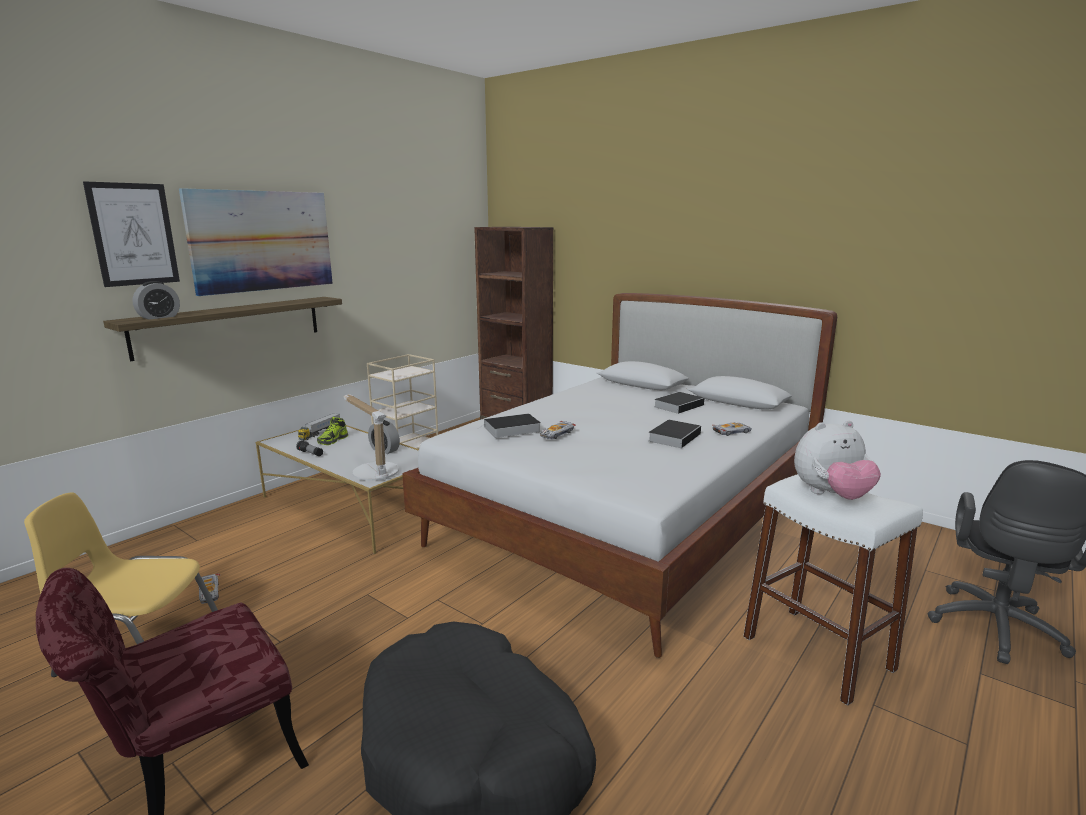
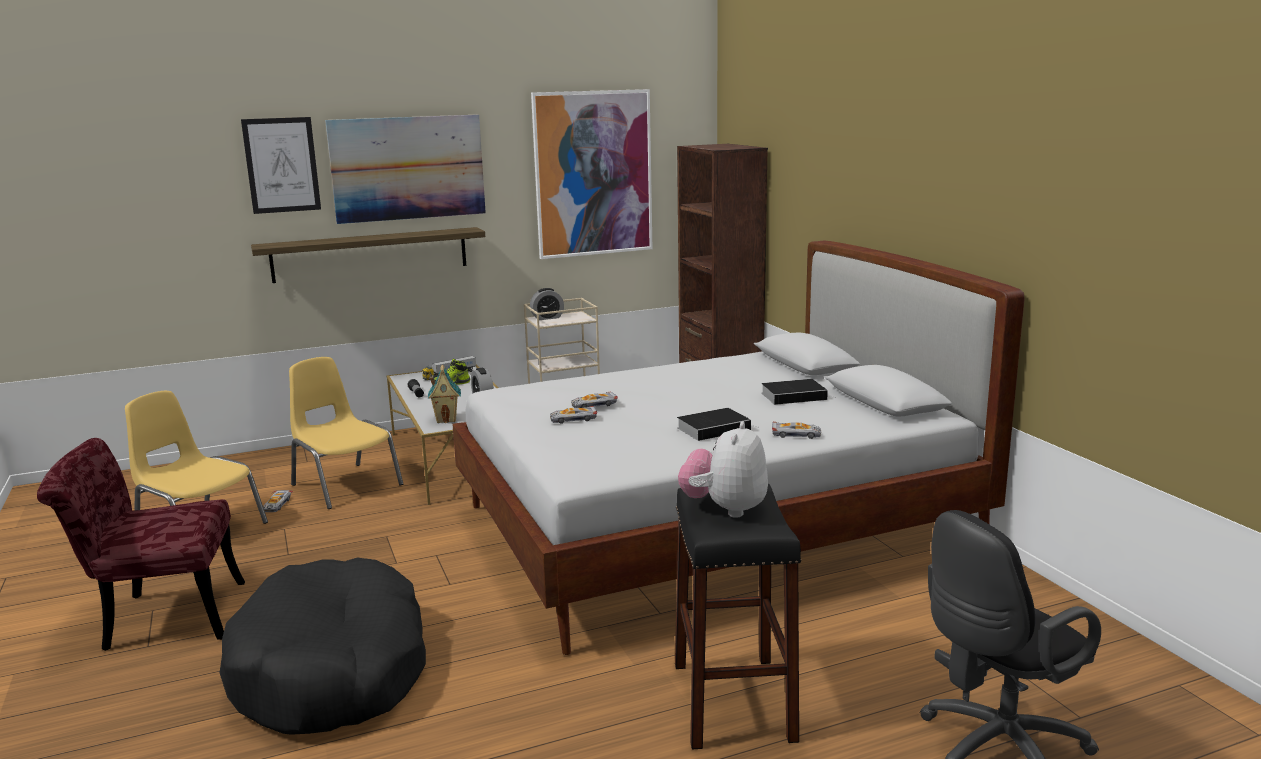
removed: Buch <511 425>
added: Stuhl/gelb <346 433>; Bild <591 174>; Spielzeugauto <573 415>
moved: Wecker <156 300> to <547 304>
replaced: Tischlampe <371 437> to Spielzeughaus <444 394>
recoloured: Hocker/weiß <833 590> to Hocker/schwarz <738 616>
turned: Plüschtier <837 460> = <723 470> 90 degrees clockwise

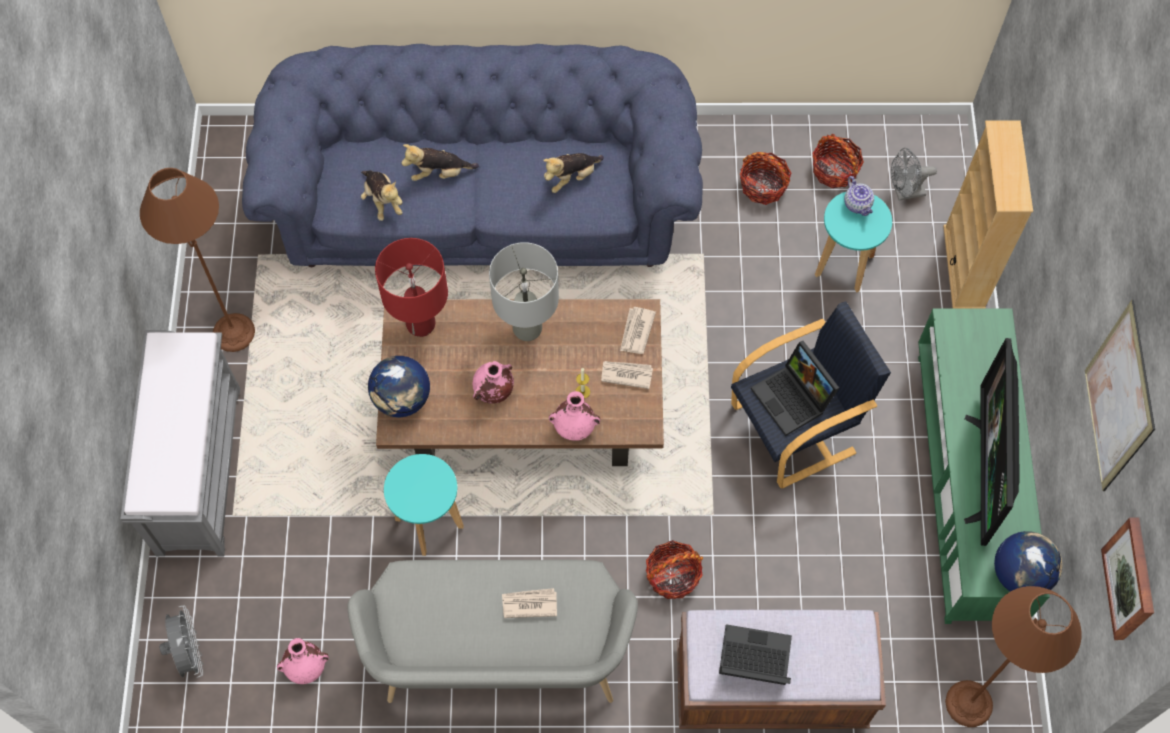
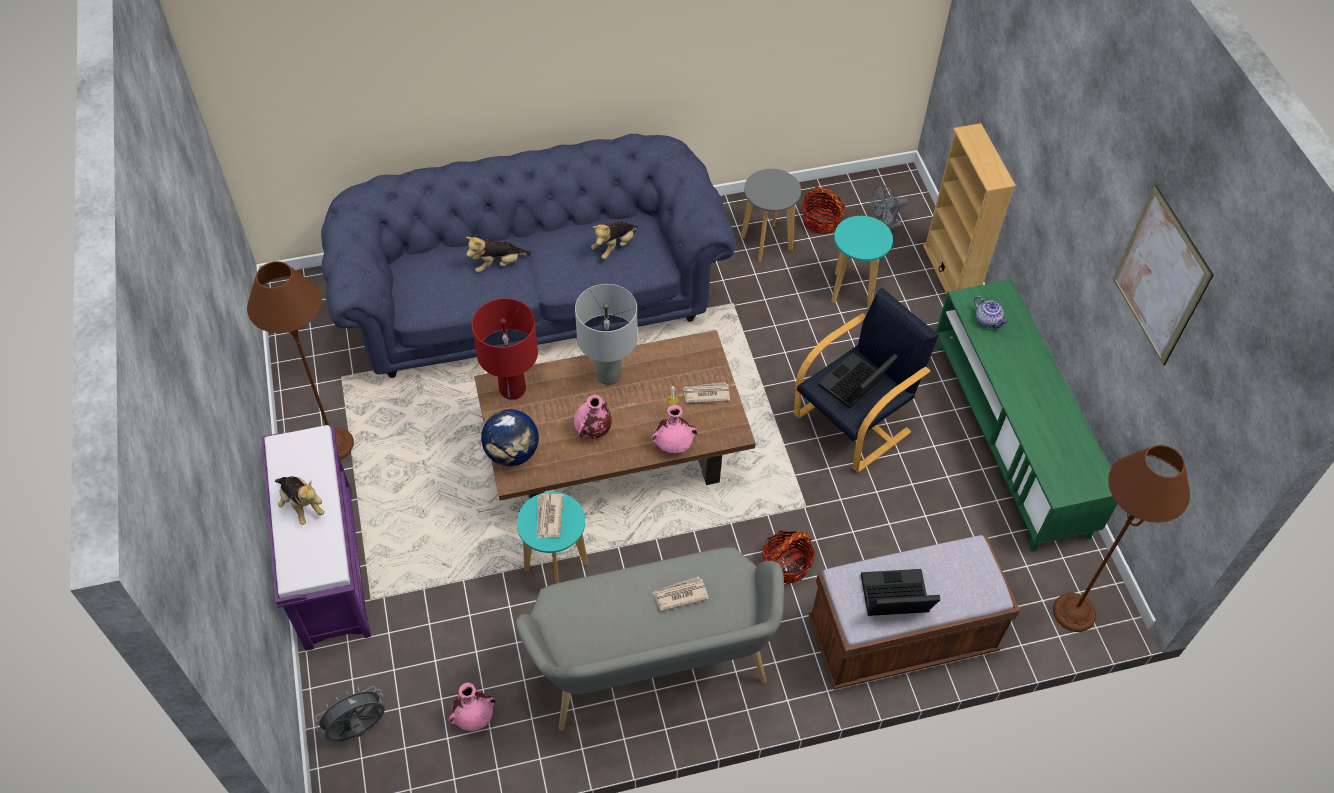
removed: Fernseher <992 442>; Globus <1028 561>; Bild <1127 578>
moved: Plüschtier <382 195> to <299 500>; Zeitung <638 330> to <550 516>; Teekanne <859 196> to <991 312>
replaced: Korb <766 178> to Hocker/grau <771 215>
recoloured: Bank/grau <180 443> to Bank/lila <316 538>
turned: Ventilator/grau <181 641> = <349 714> 90 degrees counterclockwise; Laptop <795 388> = <858 380> 90 degrees clockwise

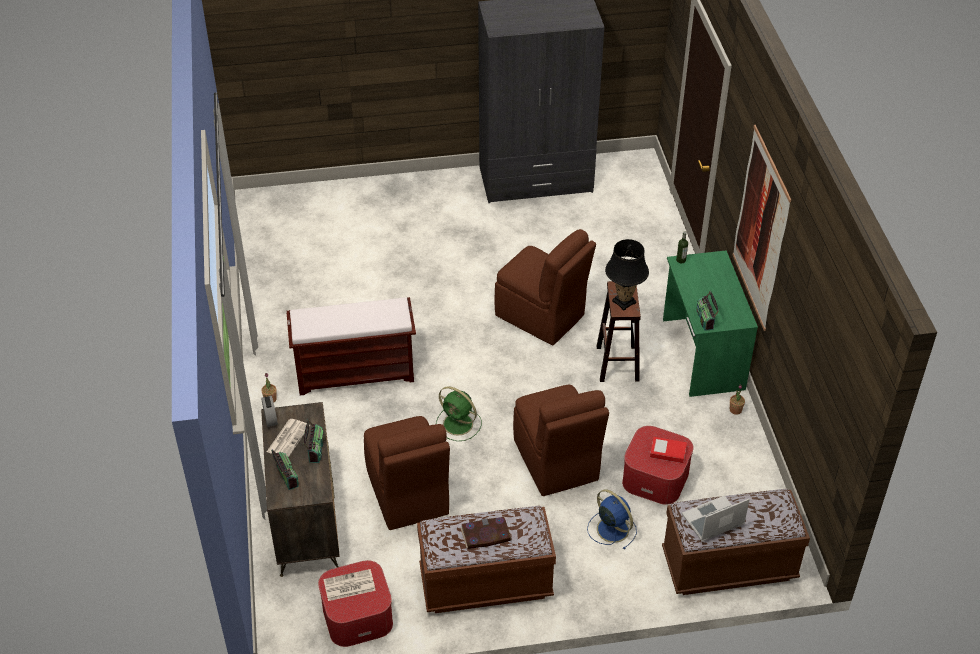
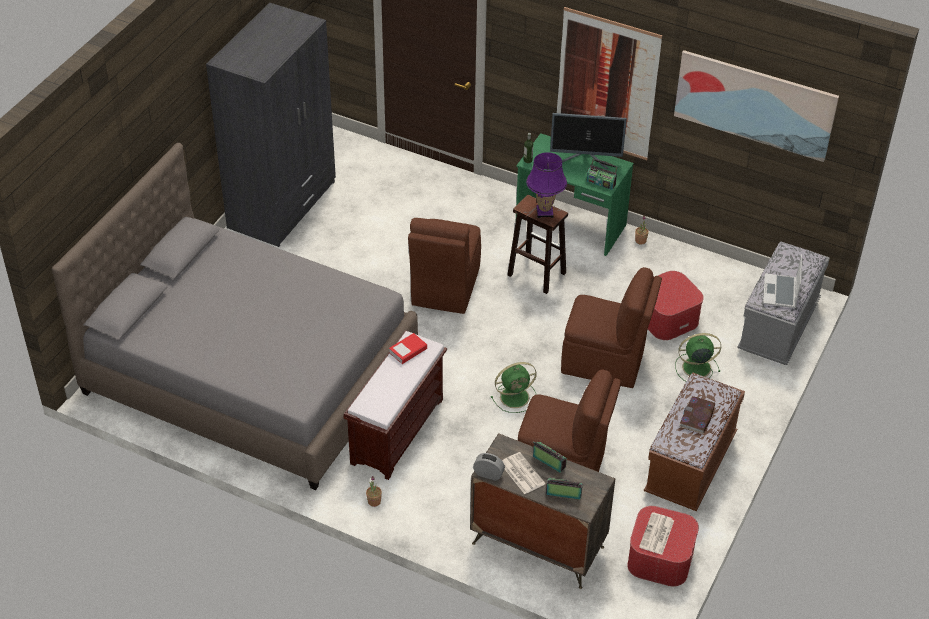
added: Bett/grau <235 316>; Monitor <588 141>; Bild <756 106>
moved: Buch <668 450> to <408 348>
recoloured: Ventilator/blau <612 519> to Ventilator/grün <698 357>; Tischlampe/schwarz <627 275> to Tischlampe/lila <546 185>; Bank/braun <736 542> to Bank/grau <783 303>
turned: Stuhl/braun <545 287> = <444 266> 120 degrees clockwise

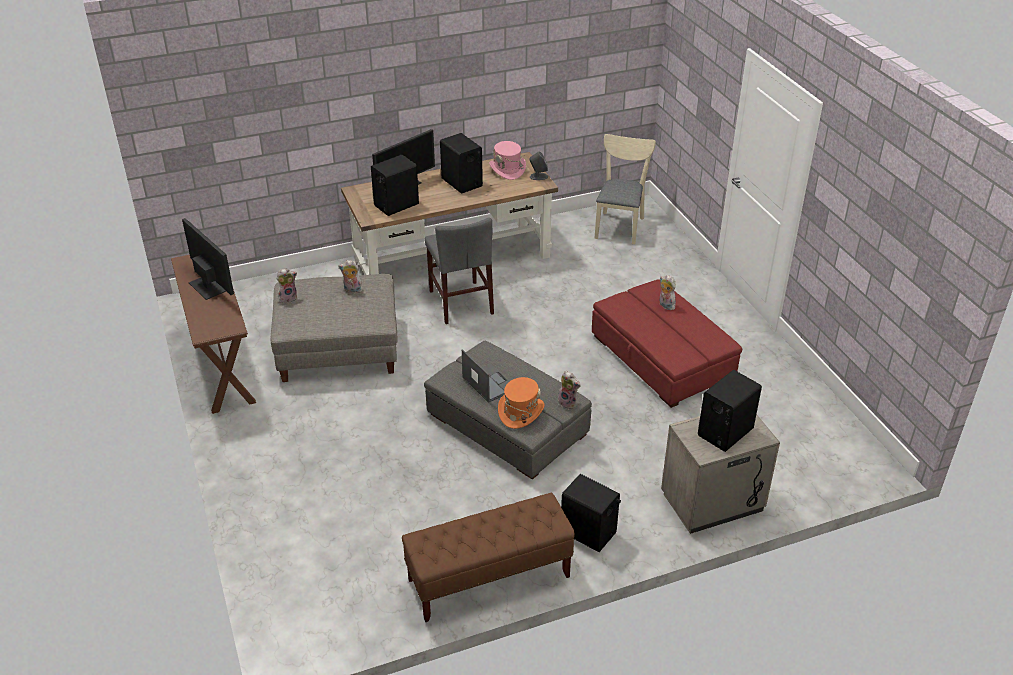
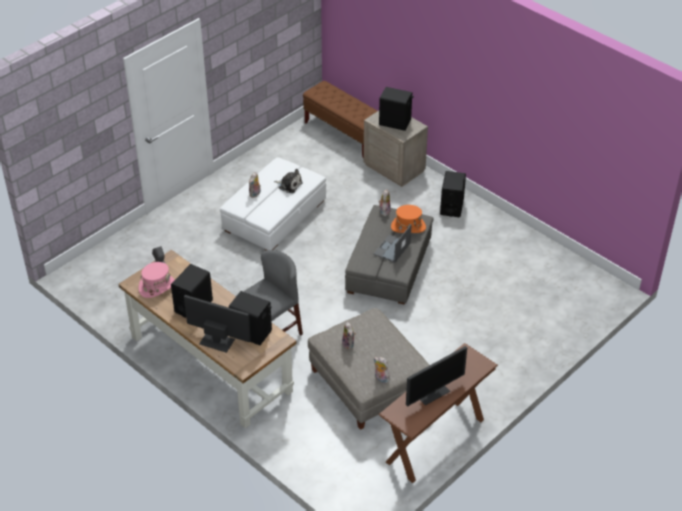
removed: Stuhl/beige <625 189>
added: Plüschtier <288 181>
moved: Bank/braun <488 557> to <340 119>
recoloured: Polsterhocker/rot <667 343> to Polsterhocker/weiß <273 204>
turned: Monitor <208 259> = <436 376> 150 degrees counterclockwise

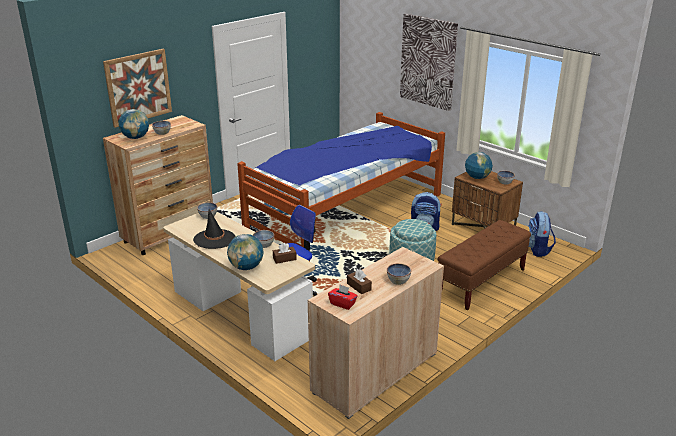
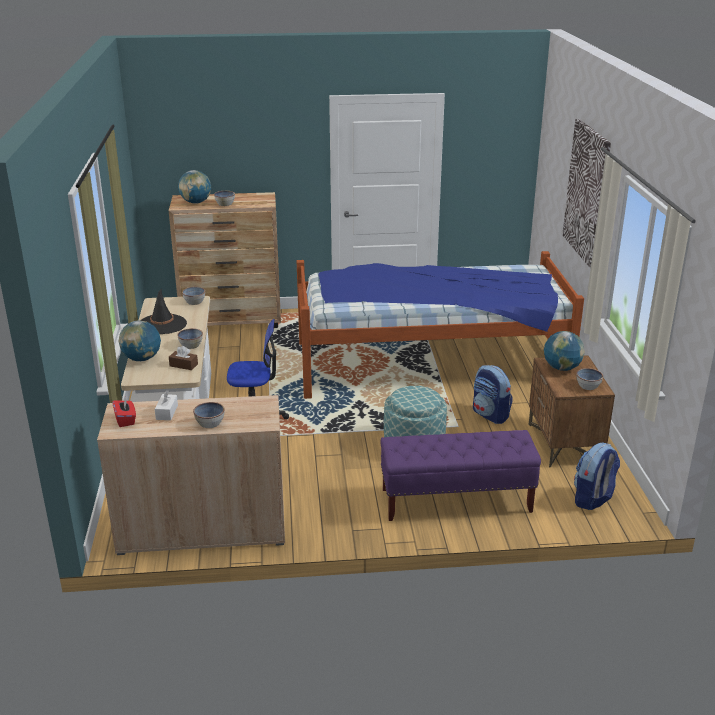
removed: Bild <137 88>
recoloured: Taschentuchbox/braun <359 281> to Taschentuchbox/weiß <166 405>; Bank/braun <484 265> to Bank/lila <460 475>

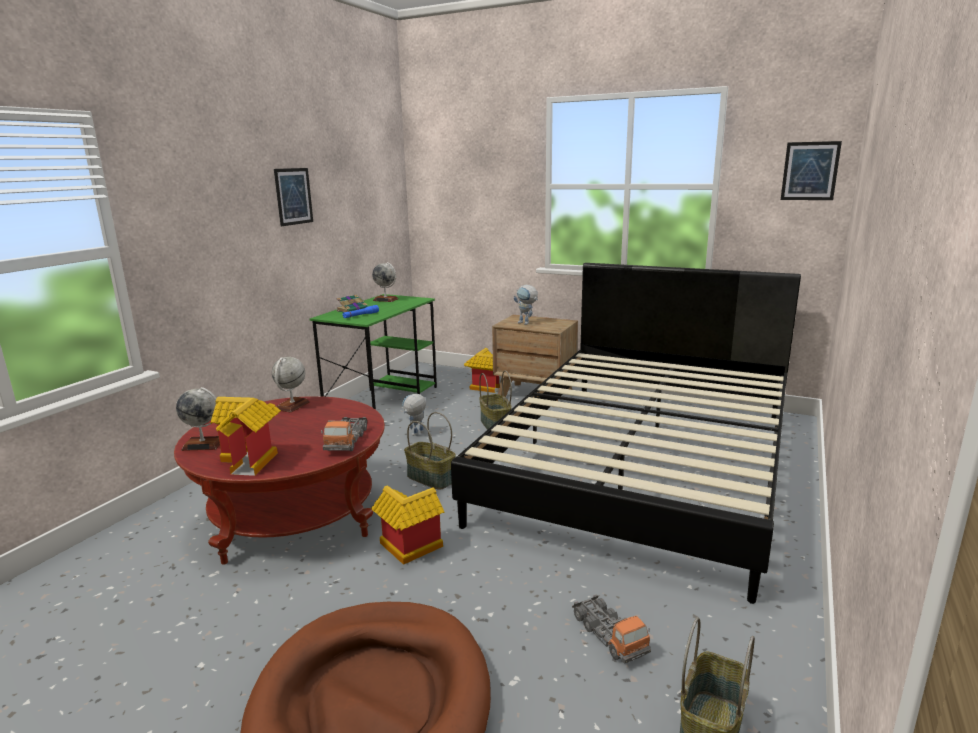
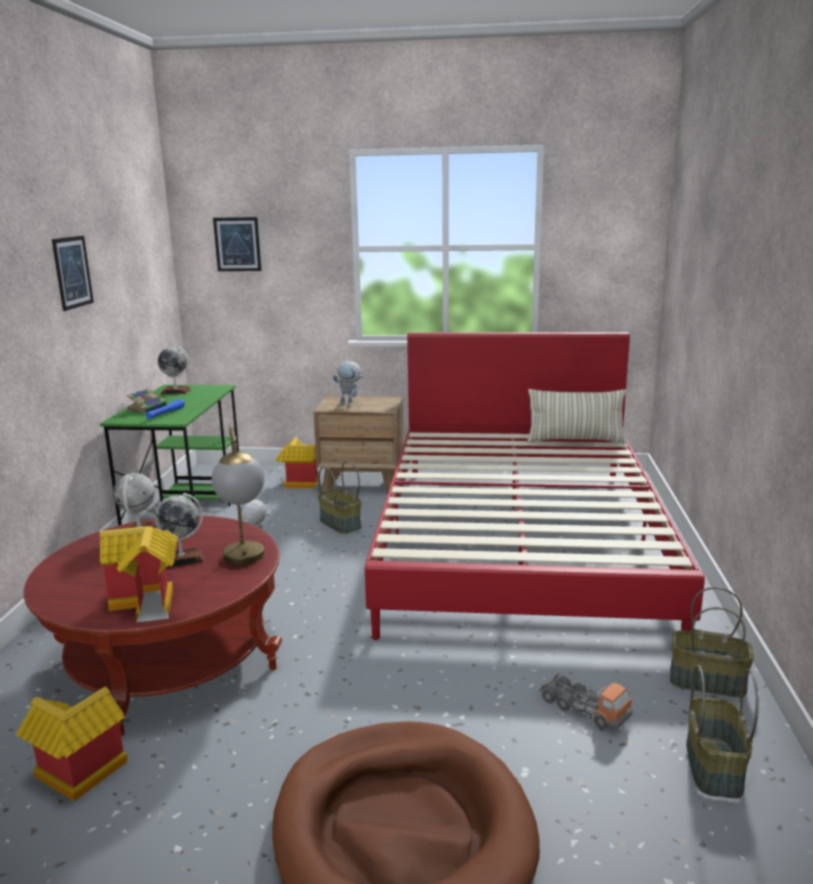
added: Kissen <577 416>
moved: Globus <198 419> to <179 531>; Spielzeughaus <407 525> to <71 744>; Korb <429 451> to <712 642>; Bild <811 170> to <237 244>
replaced: Spielzeuglaster <344 434> to Tischlampe <238 495>
recoloured: Bett/schwarz <626 433> to Bett/rot <535 486>

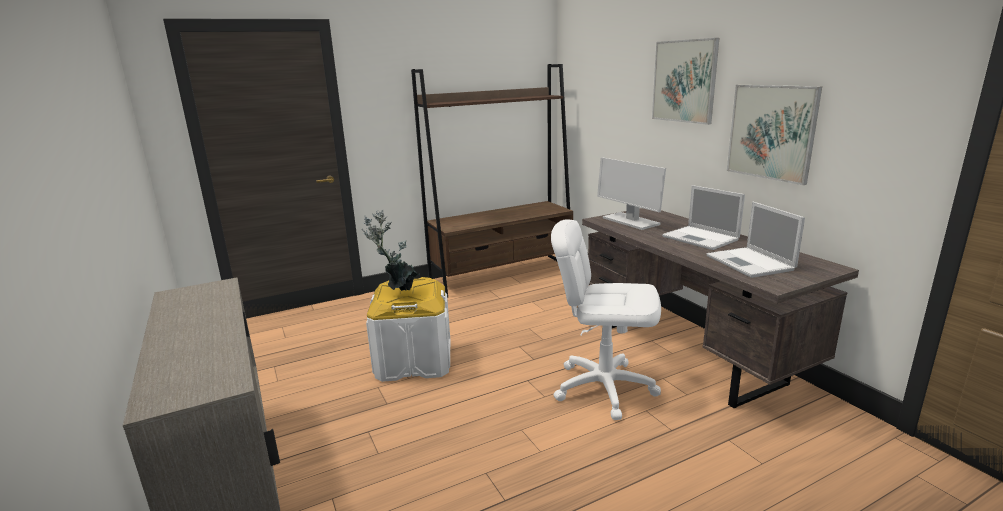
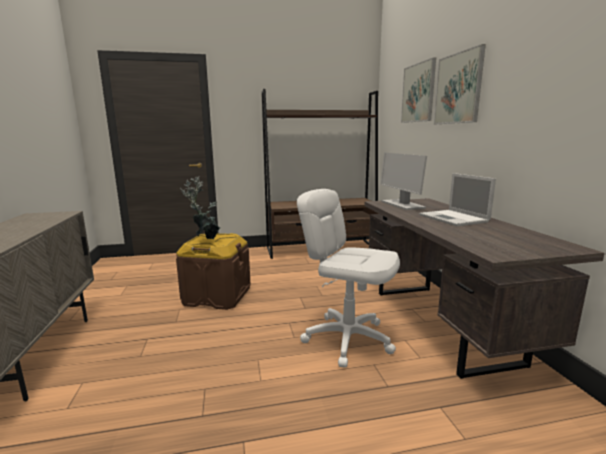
removed: Laptop <756 240>
moved: Bild <774 135> to <418 90>
recoloured: Aufbewahrungsbox/weiß <408 329> to Aufbewahrungsbox/braun <213 271>

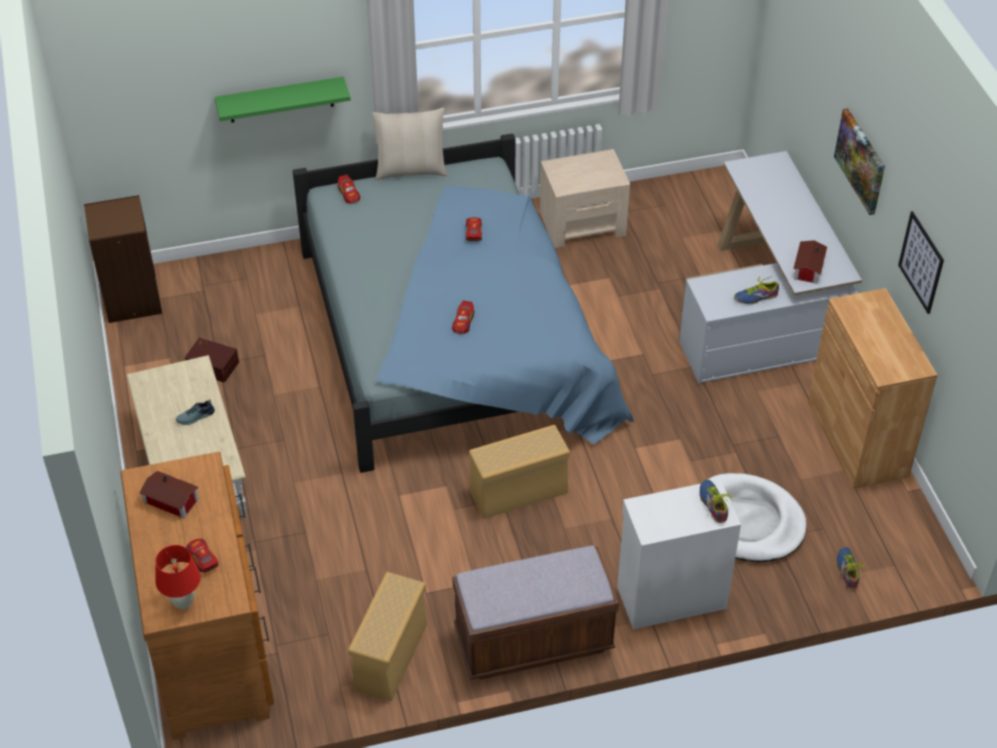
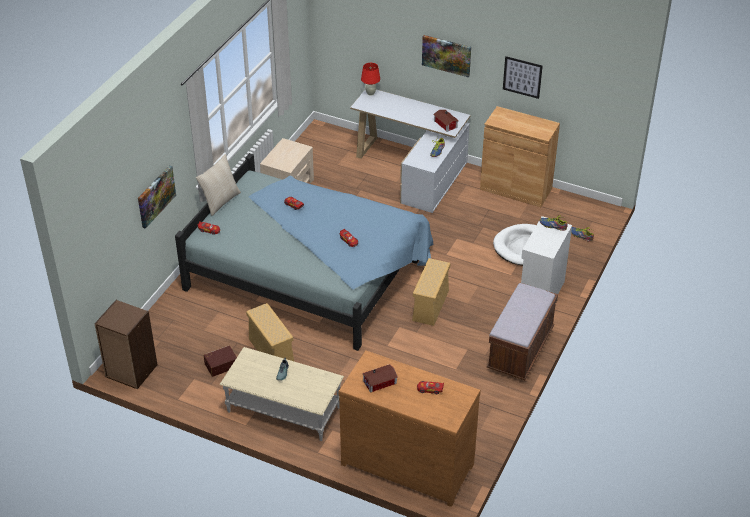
moved: Tischlampe/rot <178 577> to <370 79>; Aufbewahrungsbox/beige <387 636> to <270 332>
replaced: Wandregal/grün <283 100> to Bild <157 197>

